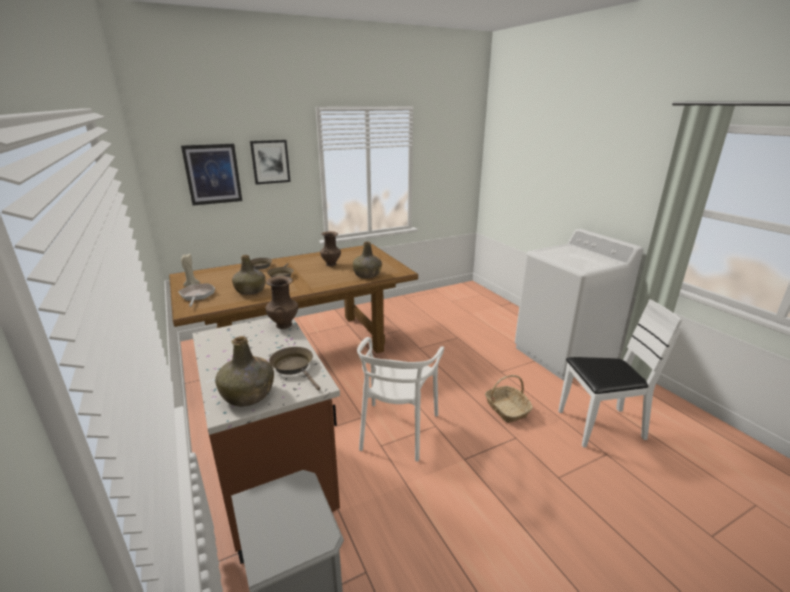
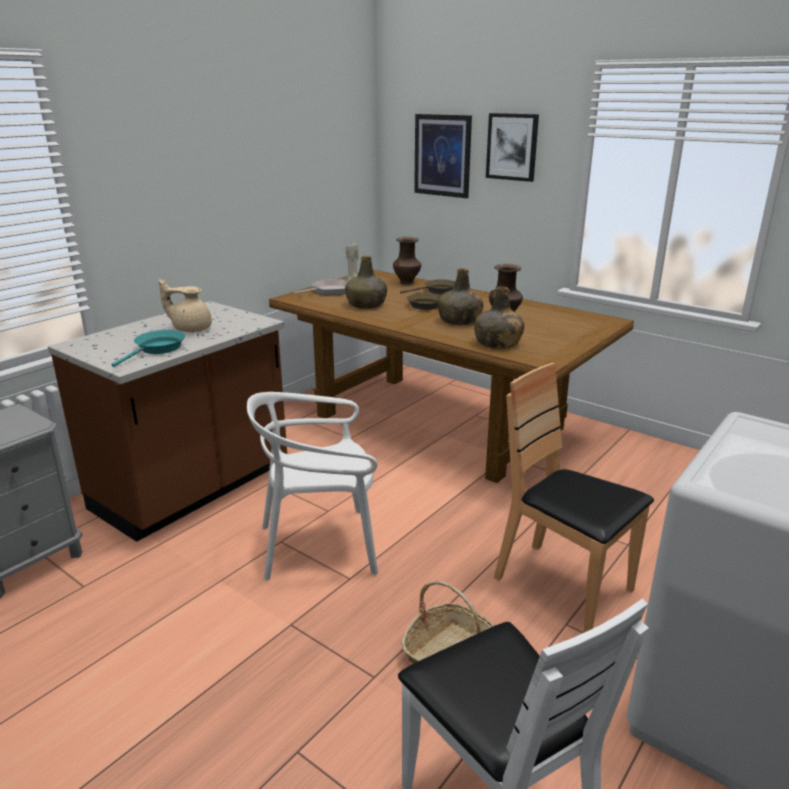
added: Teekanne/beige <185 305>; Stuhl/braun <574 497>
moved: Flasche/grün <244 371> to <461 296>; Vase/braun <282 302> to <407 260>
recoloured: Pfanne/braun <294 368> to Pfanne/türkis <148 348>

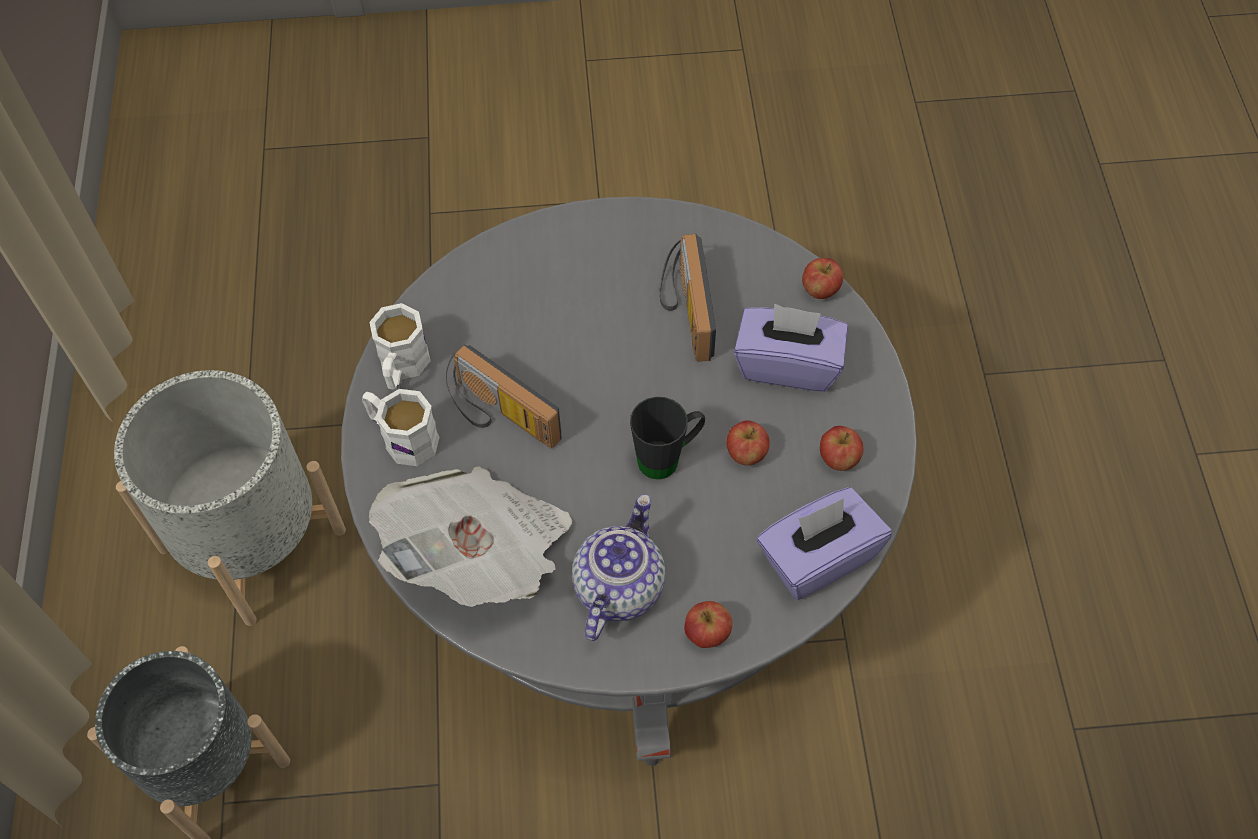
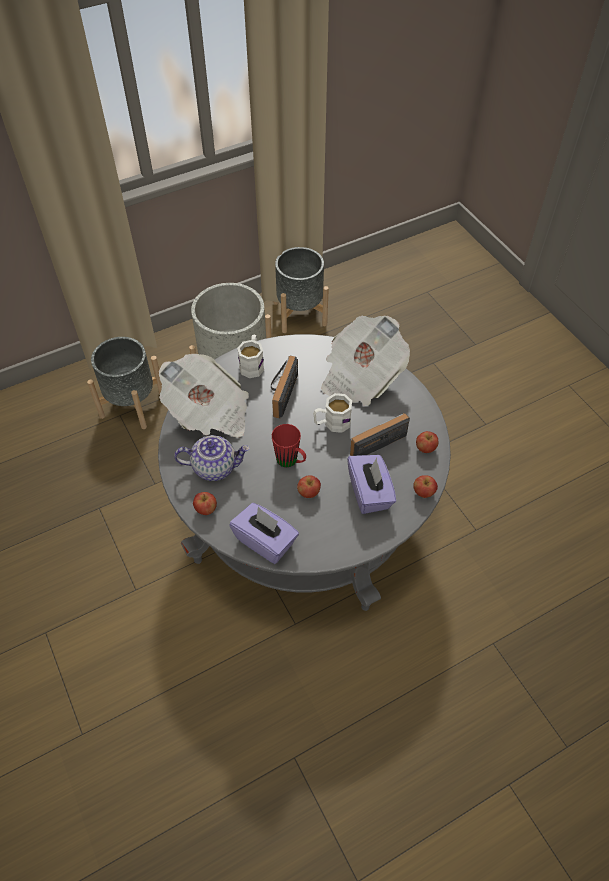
added: Pflanzkübel/grau <301 290>; Zeitung <365 361>
moved: Henkelbecher/weiß <400 346> to <332 413>; Apfel <841 448> to <427 442>
recoloured: Henkelbecher/schwarz <667 438> to Henkelbecher/rot <289 445>

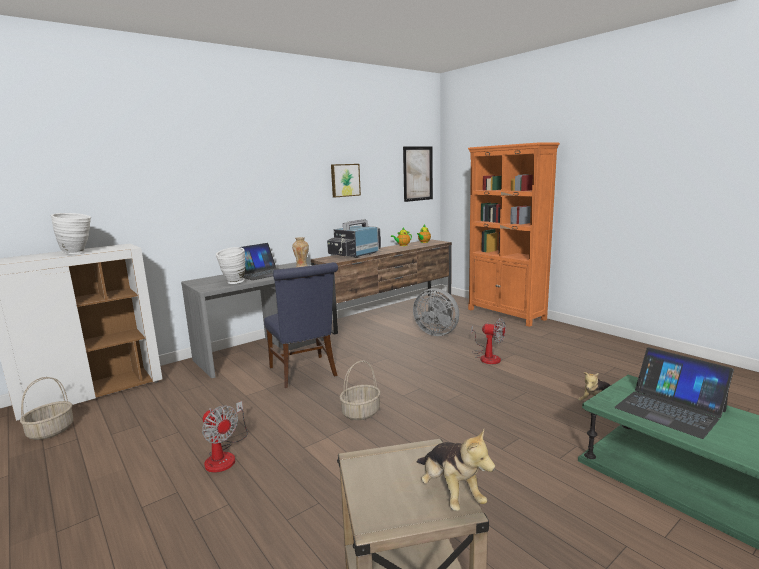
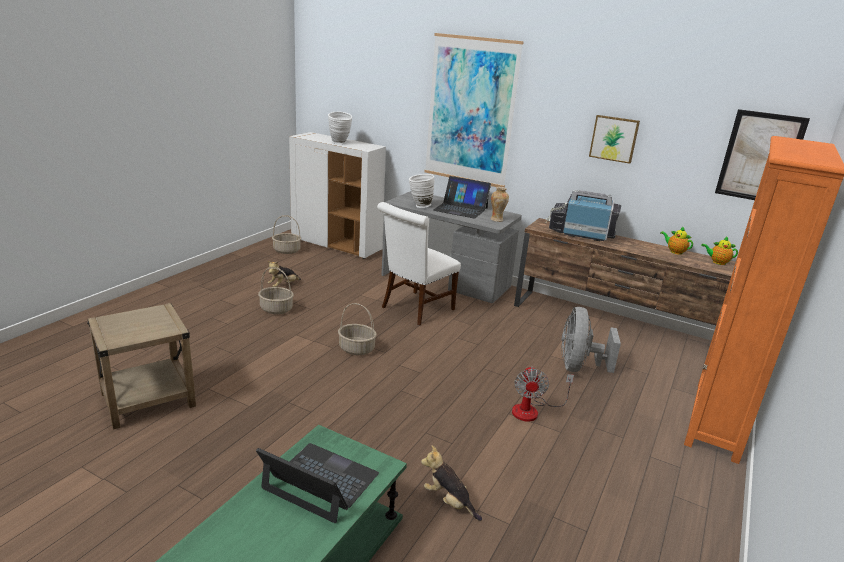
added: Bild <474 110>
moved: Plüschtier <456 470> to <284 274>
replaced: Ventilator <225 437> to Korb <276 290>
recoloured: Stuhl/blau <301 325> to Stuhl/weiß <419 263>
turned: Laptop <674 393> = <317 483> 90 degrees clockwise

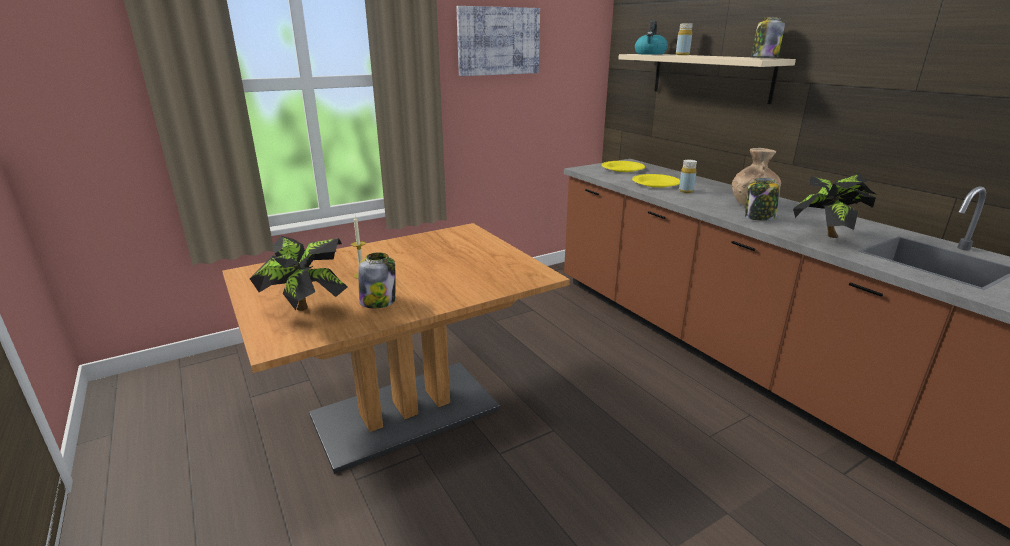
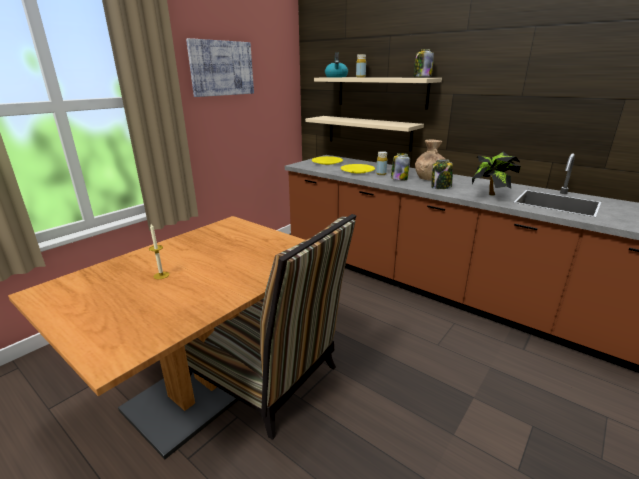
removed: Topfpflanze <299 273>
added: Stuhl <270 327>; Wandregal/beige <364 133>
moved: Vorratsglas <377 280> to <400 167>

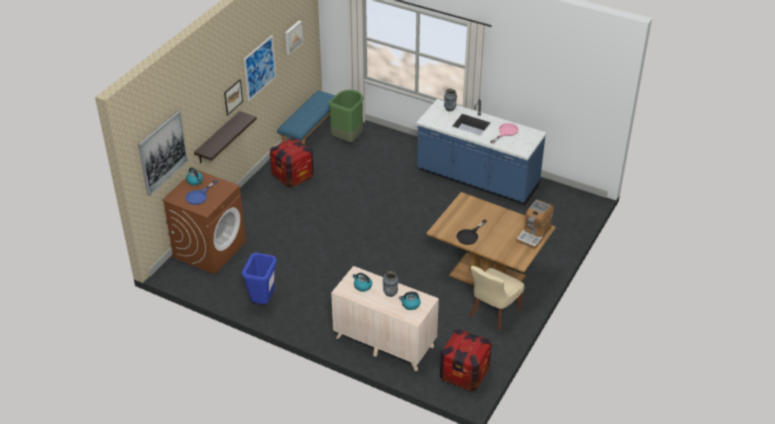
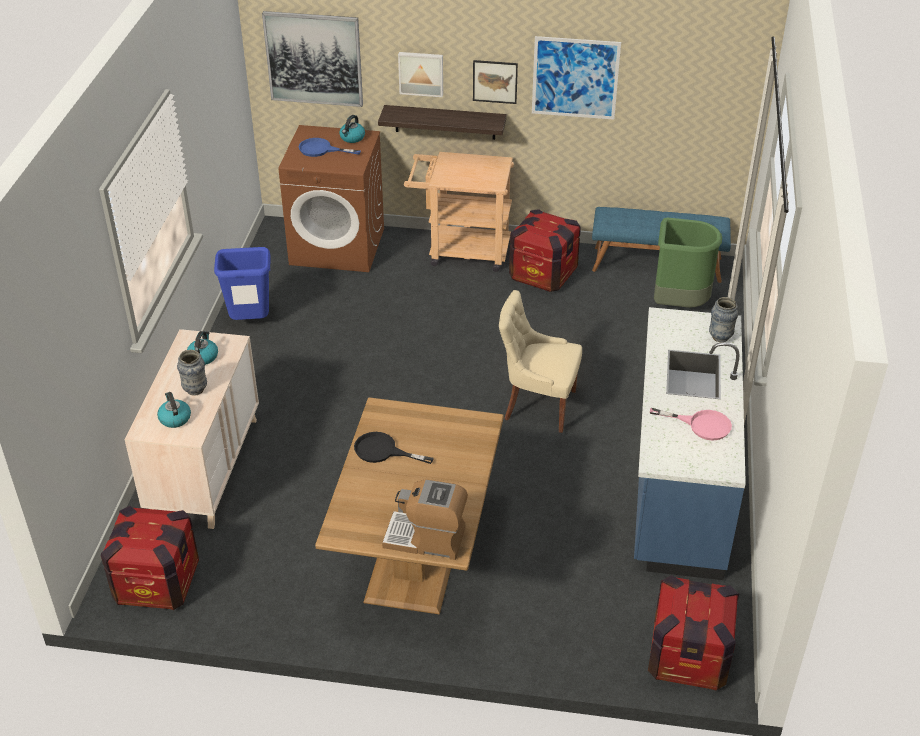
added: Rollwagen/beige <459 212>; Kiste <693 632>
moved: Bild <294 38> to <420 74>; Stuhl/beige <497 298> to <540 361>

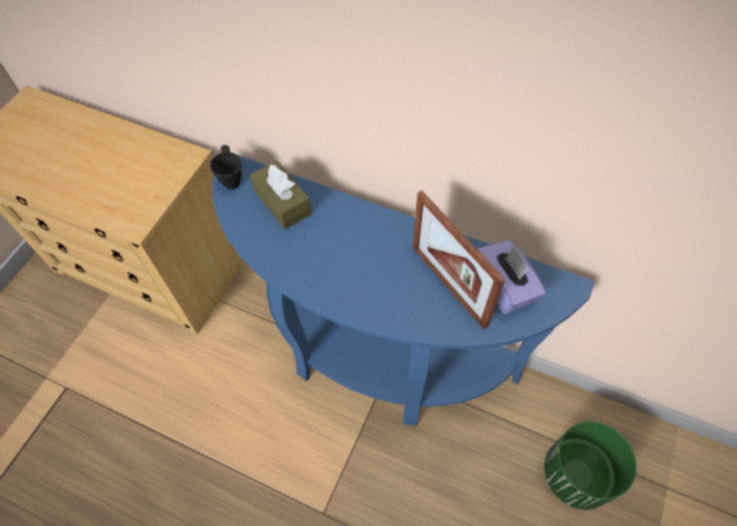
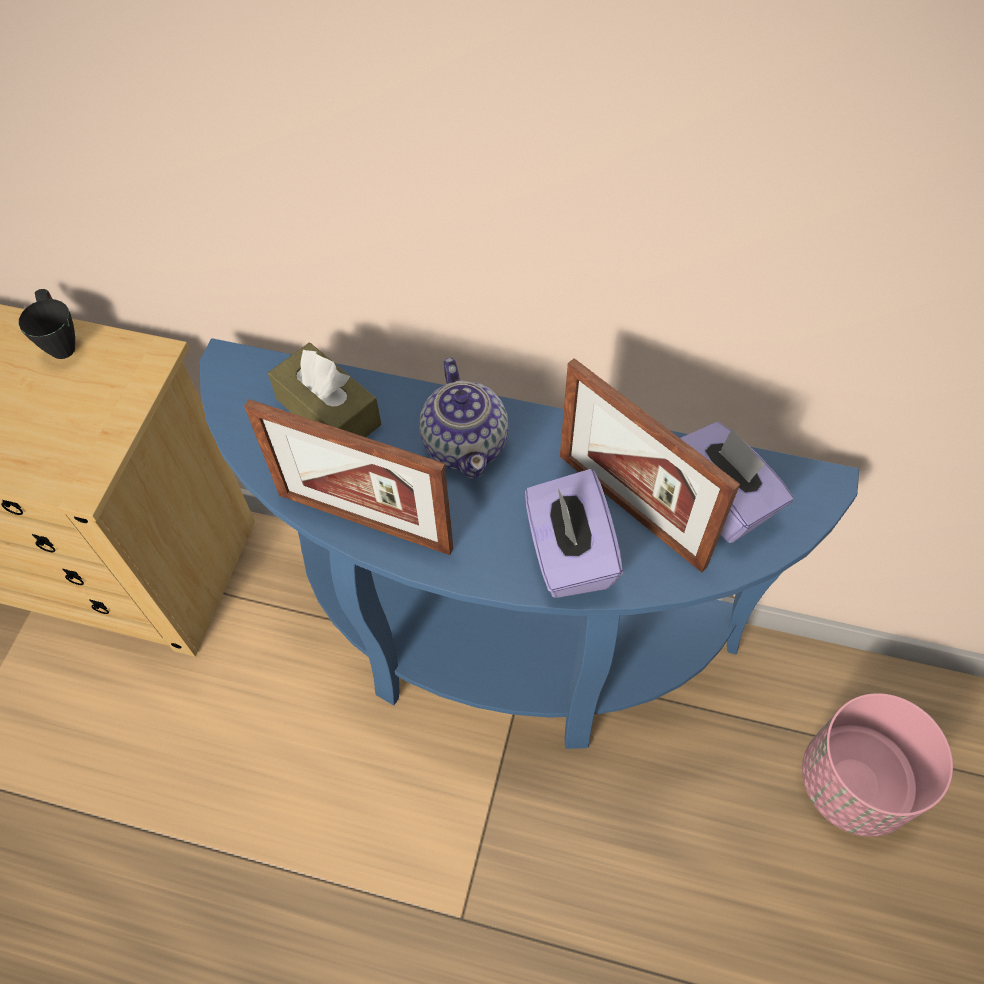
added: Bilderrahmen <348 477>; Teekanne <464 418>; Taschentuchbox/lila <574 533>
moved: Henkelbecher/schwarz <226 167> to <47 324>
recoloured: Pflanzkübel/grün <590 465> to Pflanzkübel/rosa <877 765>

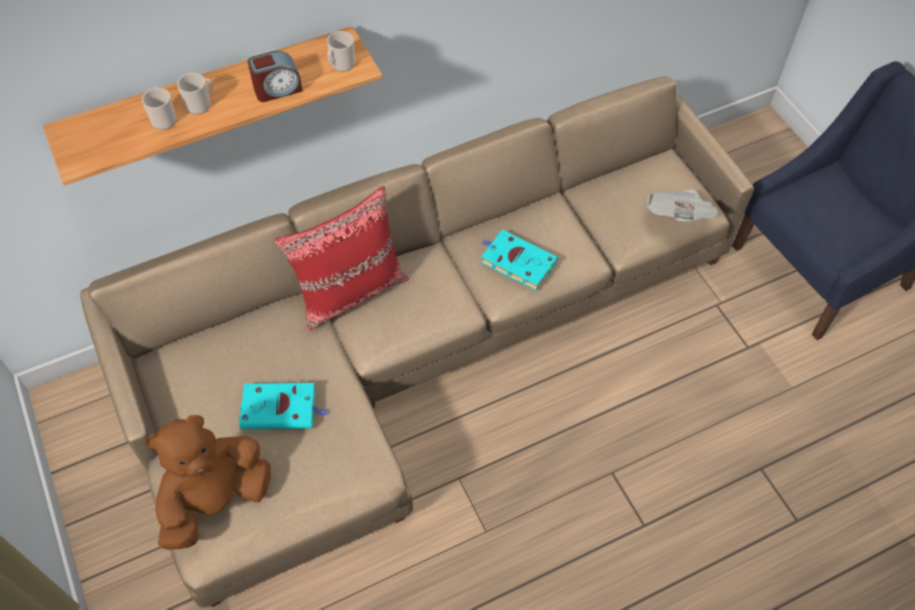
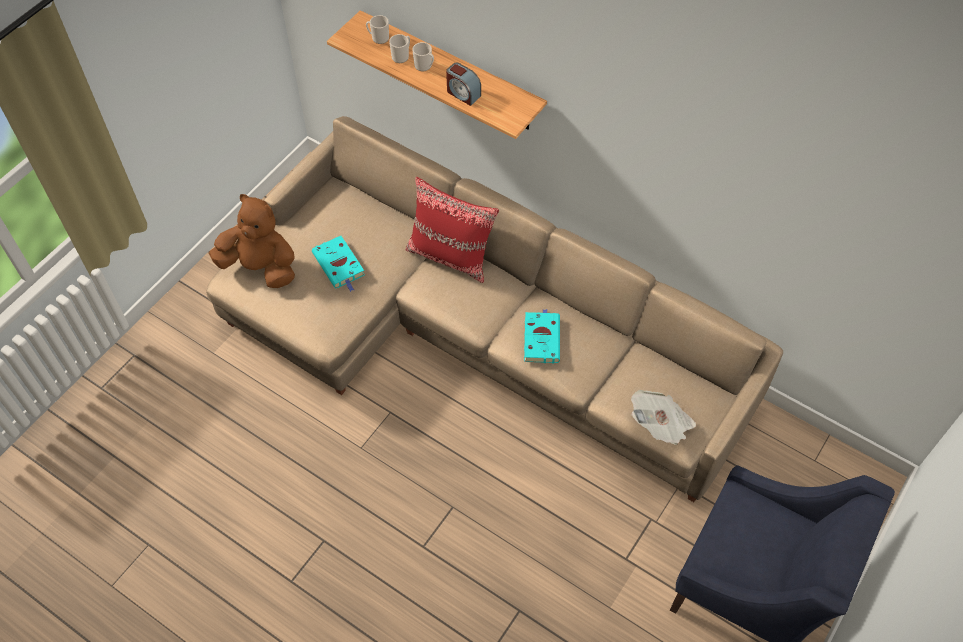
moved: Henkelbecher <341 51> to <377 29>

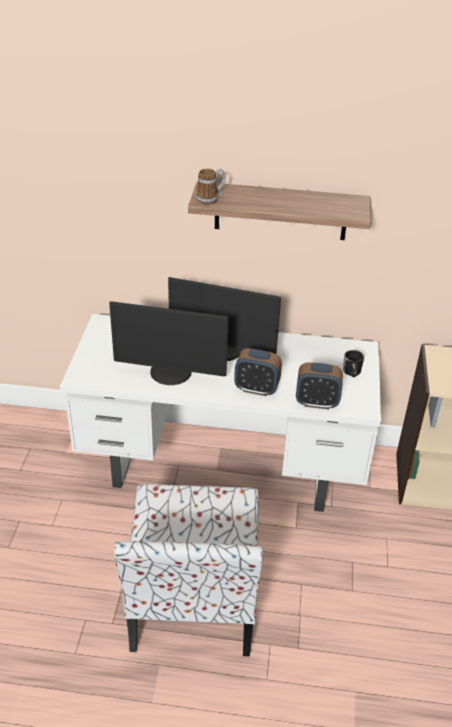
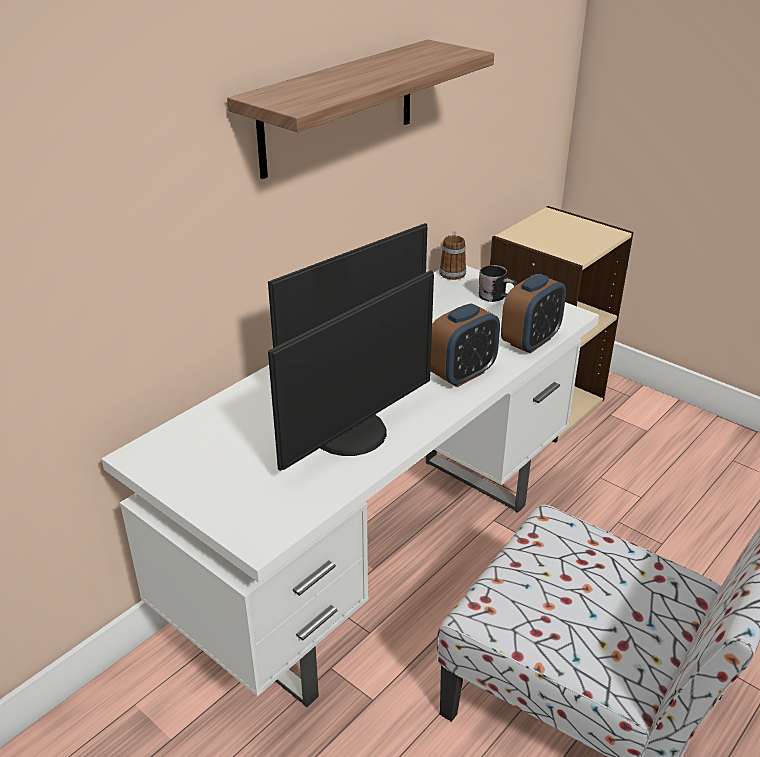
moved: Henkelbecher <211 186> to <452 256>

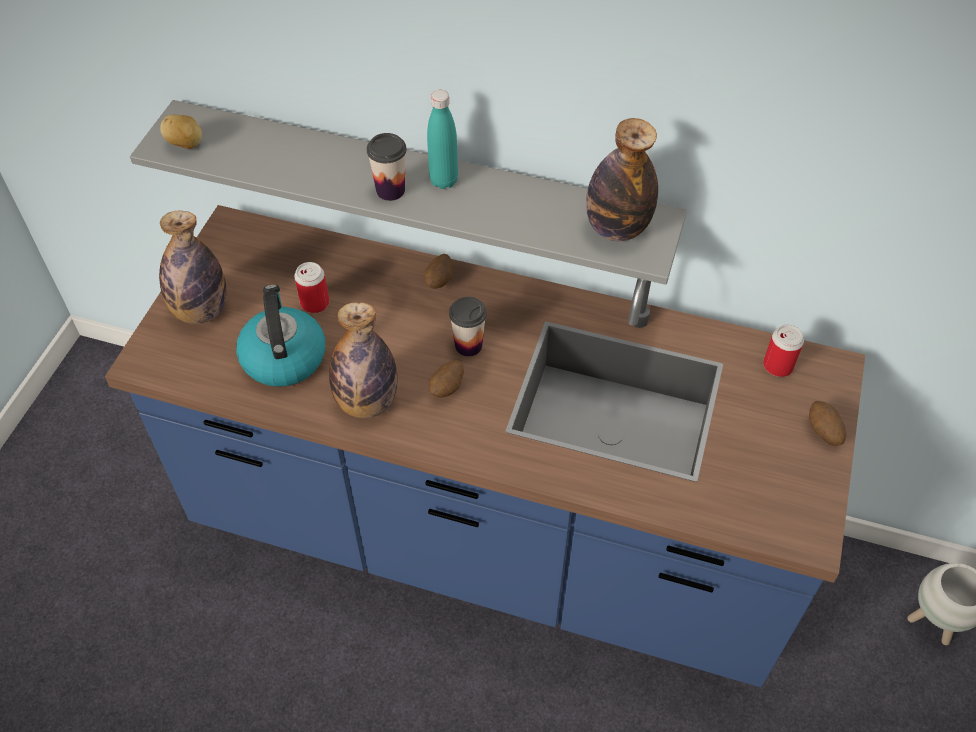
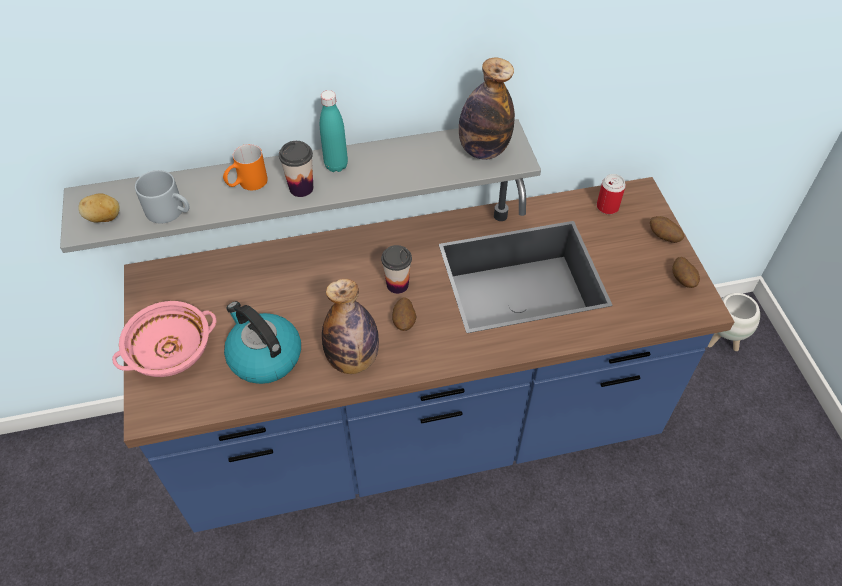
removed: Dose <311 287>
added: Henkelbecher/grau <162 197>; Henkelbecher/orange <245 167>
moved: Kartoffel <438 271> to <686 272>
replaced: Flasche <193 267> to Schüssel/rosa <164 339>

